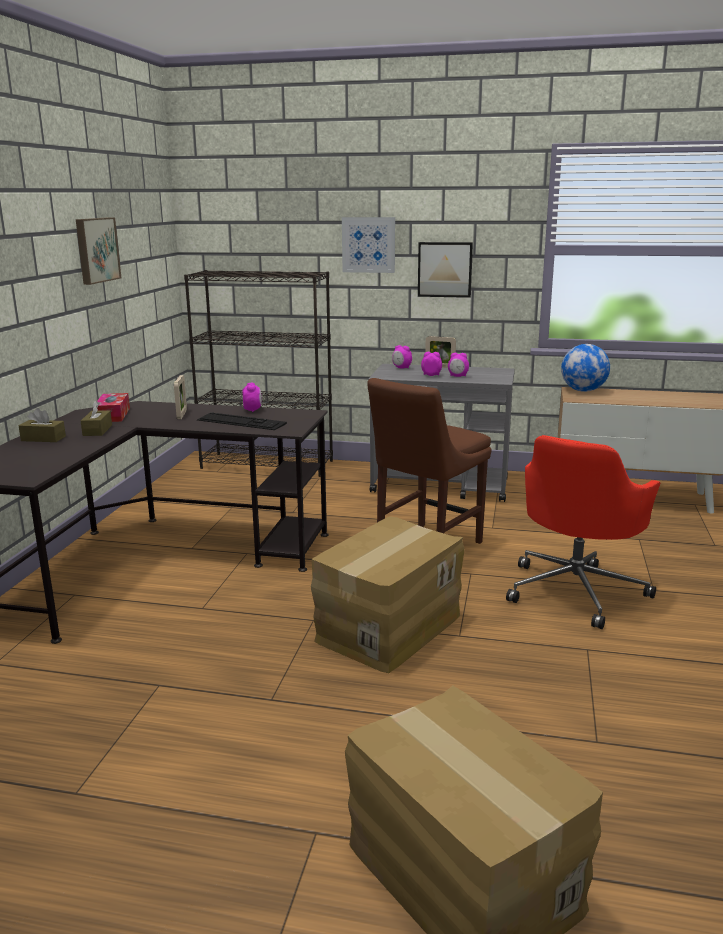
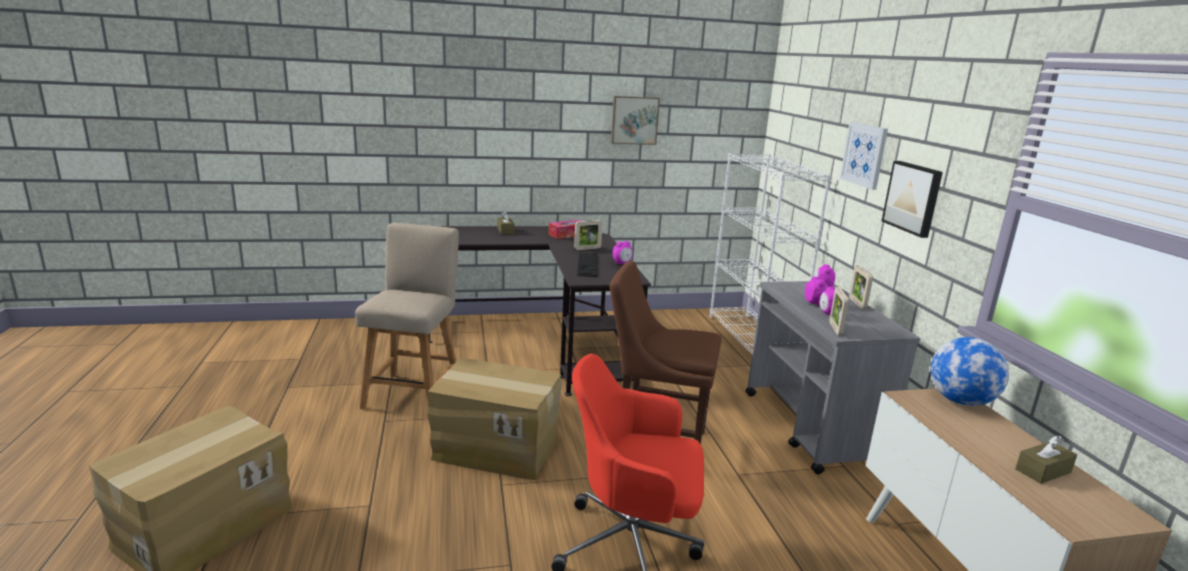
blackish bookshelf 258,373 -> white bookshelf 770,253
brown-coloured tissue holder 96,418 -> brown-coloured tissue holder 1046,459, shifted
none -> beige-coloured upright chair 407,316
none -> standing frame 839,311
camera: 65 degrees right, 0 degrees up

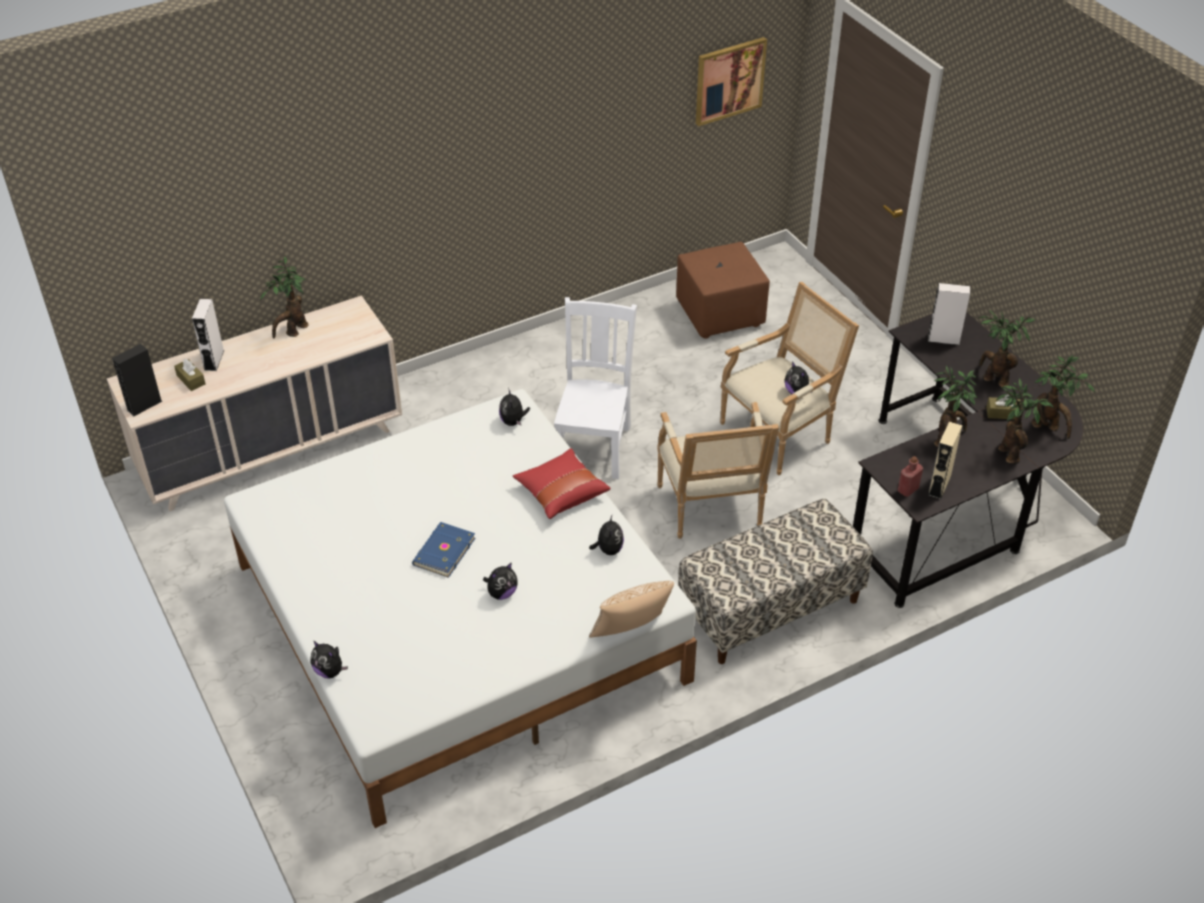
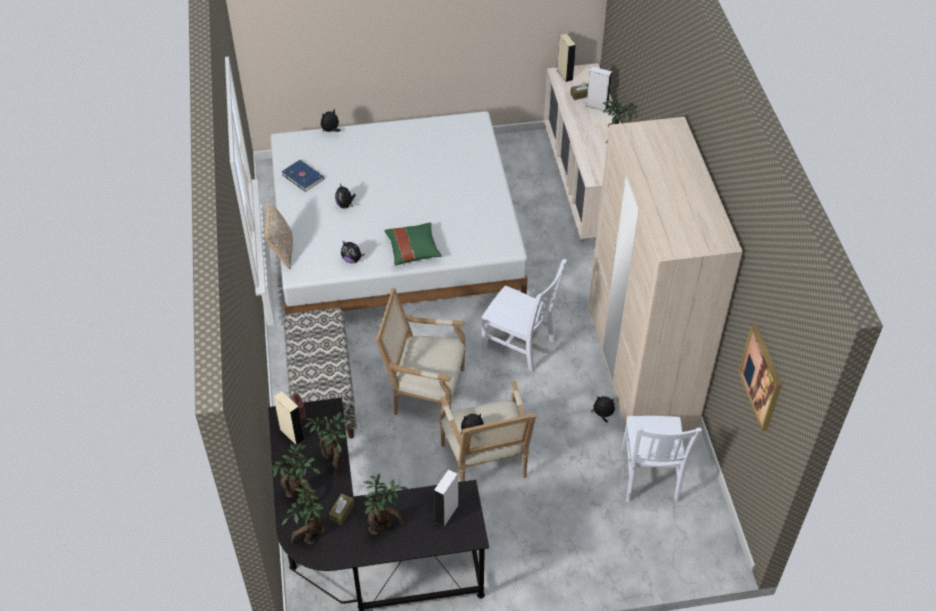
brown-coloured pouffe 723,290 -> white upright chair 661,459
blackish audio speaker 137,380 -> beige-coloured audio speaker 566,57
soft toy 514,407 -> soft toy 603,409, shifted
reddish throw pillow 562,483 -> greenish throw pillow 413,244
bluish book 443,550 -> bluish book 302,176, shifted
none -> beige-coloured clothes cupboard 665,274
camera: 110 degrees right, 5 degrees up

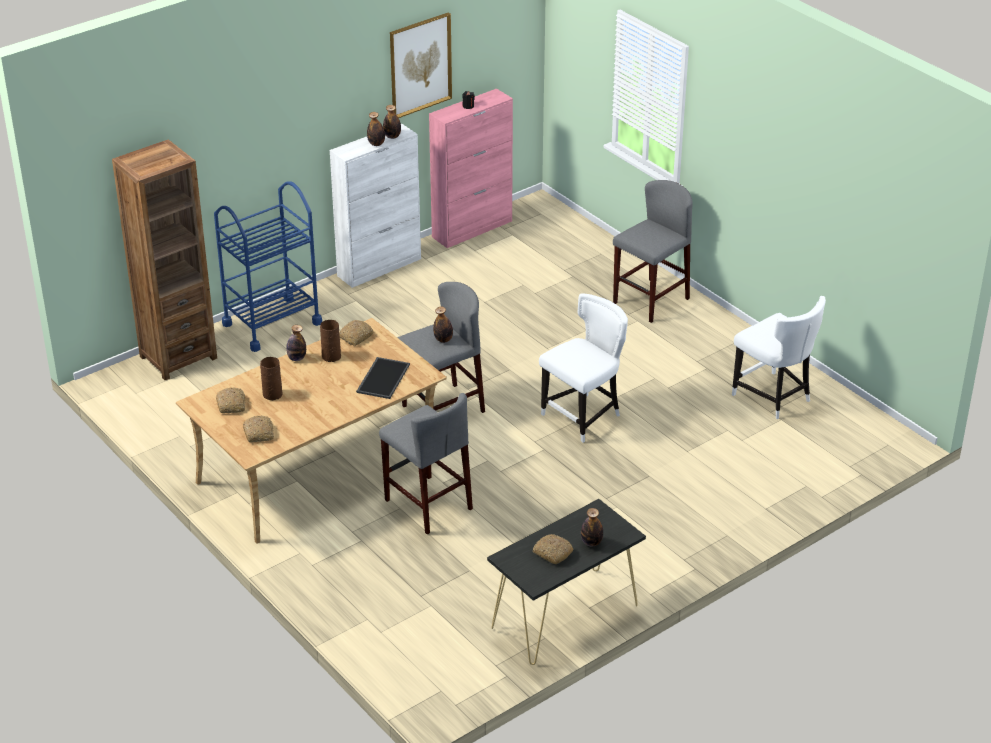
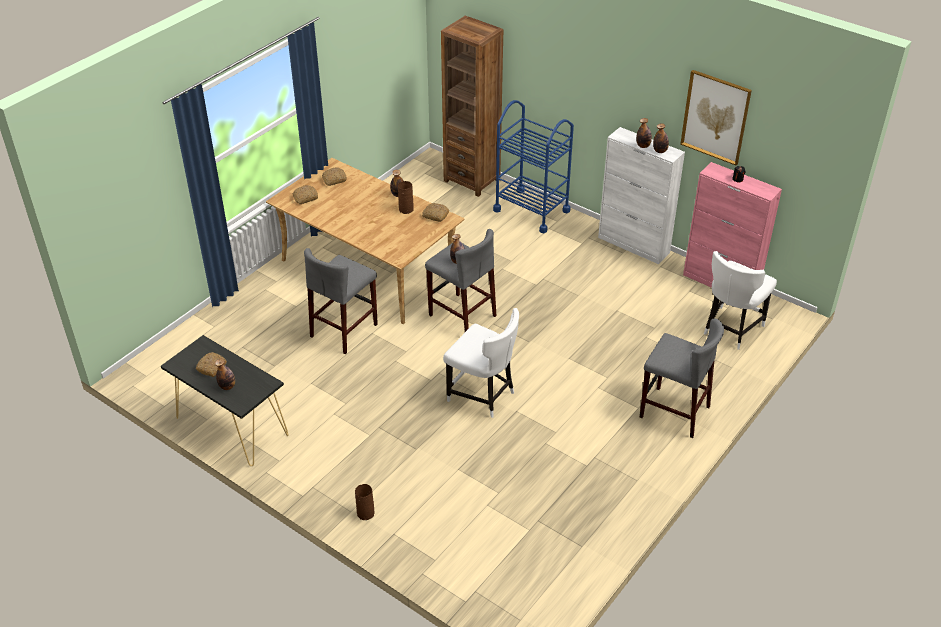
white upright chair 779,357 -> white upright chair 740,300, shifted
brown-coloured decorative vase 271,378 -> brown-coloured decorative vase 365,502, shifted
serving tray 383,378 -> none
camera: 75 degrees right, 5 degrees up

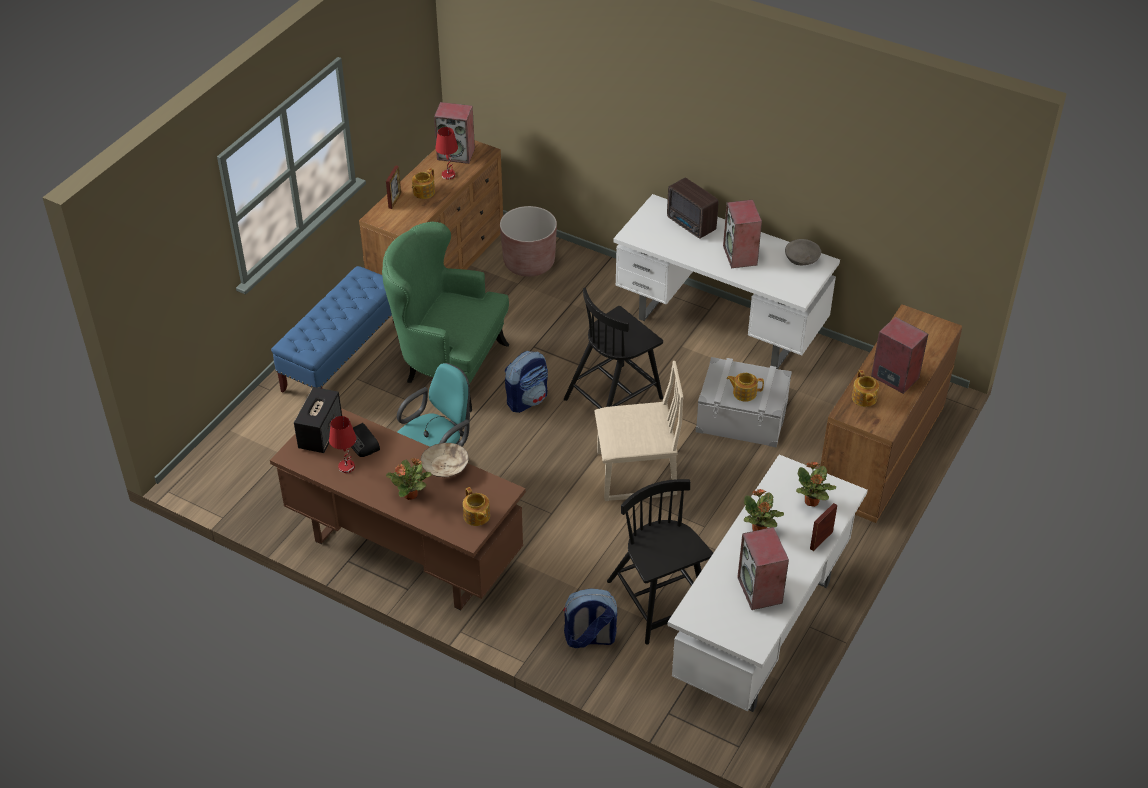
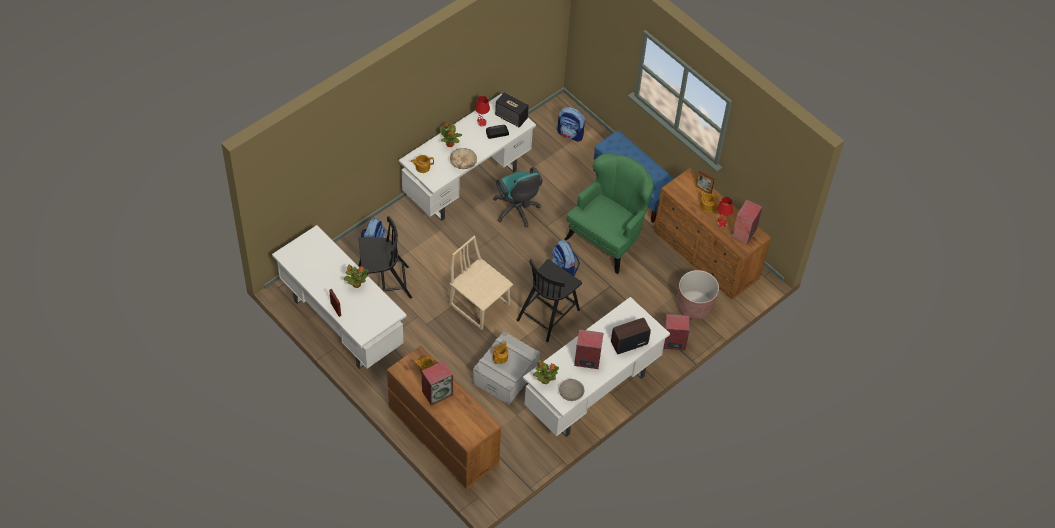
blackish upright chair 613,348 -> blackish upright chair 549,300, 120 degrees counterclockwise
beige-coloured upright chair 639,431 -> beige-coloured upright chair 481,283, 120 degrees clockwise
brown-coloured desk 398,509 -> white desk 467,157
plant in a pot 816,484 -> plant in a pot 546,372, shifted
audio speaker 763,568 -> audio speaker 676,332, shifted
none -> rucksack 571,124
camera: 105 degrees right, 10 degrees up

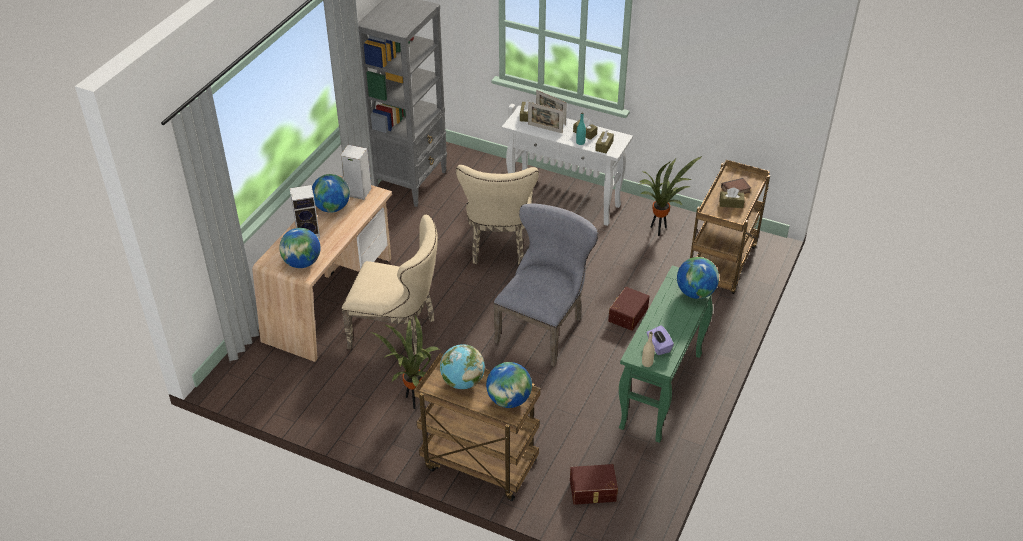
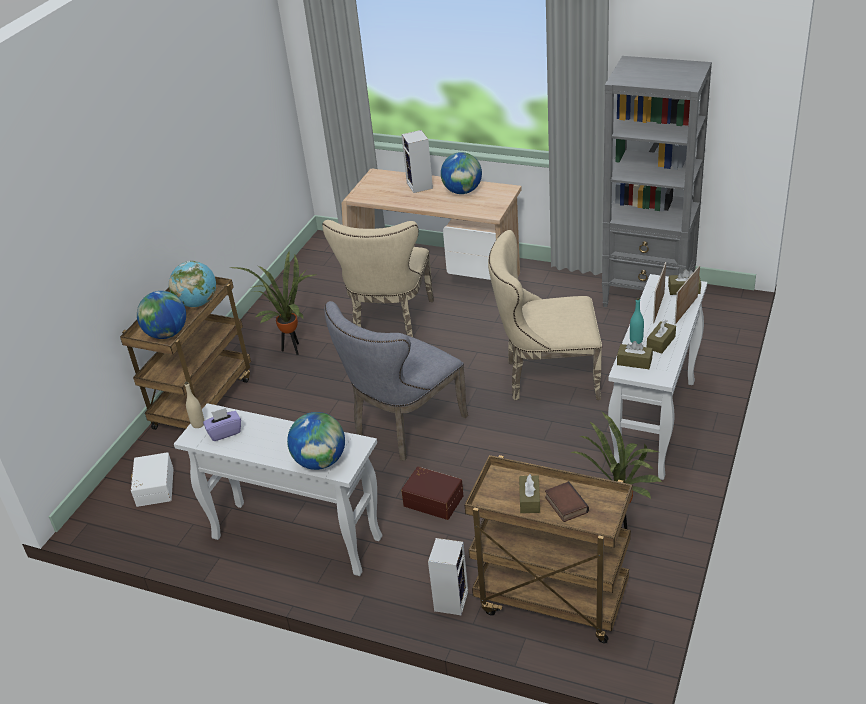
audio speaker 355,172 -> audio speaker 448,577, shifted
greyish upright chair 545,285 -> greyish upright chair 396,381, 105 degrees clockwise
desk globe 299,248 -> none
greenish narrow table 666,354 -> white narrow table 278,489
brown-coloured storage box 594,484 -> white storage box 152,479
camera: 90 degrees right, 5 degrees down

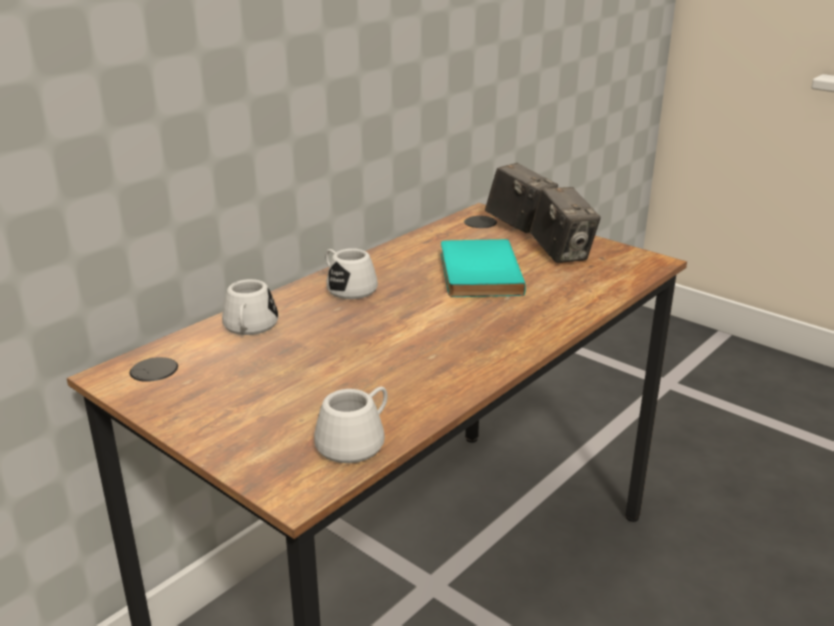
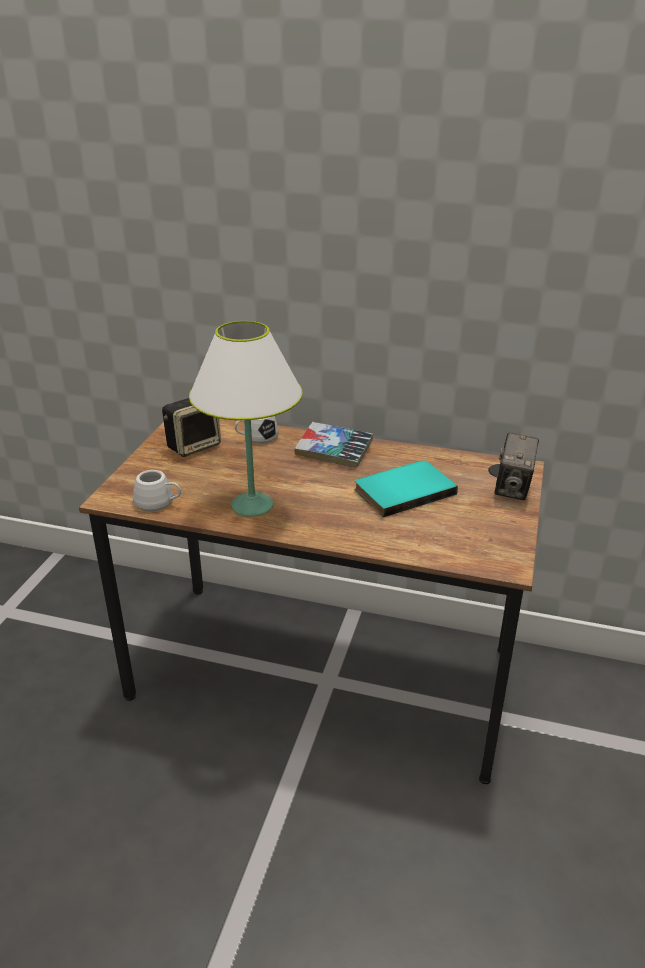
still camera 565,225 -> none
white tea mug 352,273 -> book 333,444
none -> white table lamp 246,419
none -> audio speaker 191,427
camera: 65 degrees right, 5 degrees up

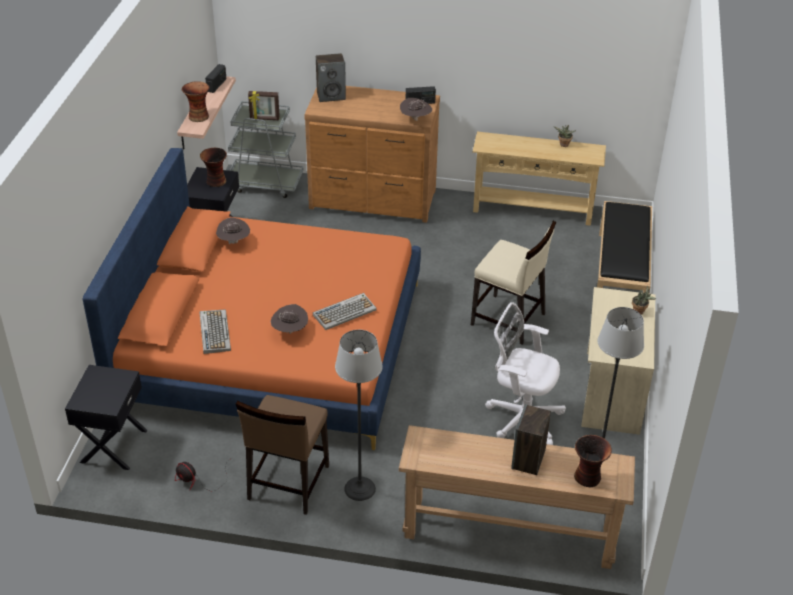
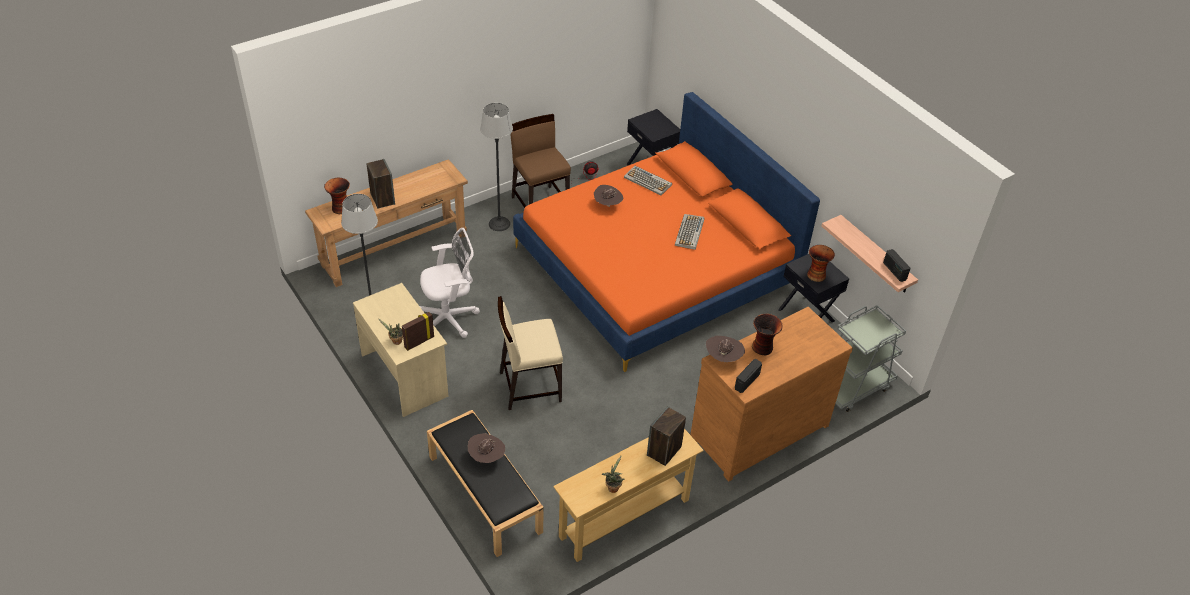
audio speaker 331,77 -> audio speaker 666,436, shifted
decorative vase 196,101 -> decorative vase 767,334, shifted
standing frame 264,105 -> standing frame 418,331, shifted
brown-coloured hat 233,230 -> brown-coloured hat 486,448, shifted
computer keyboard 345,311 -> computer keyboard 689,232, shifted
camera: 135 degrees right, 5 degrees up

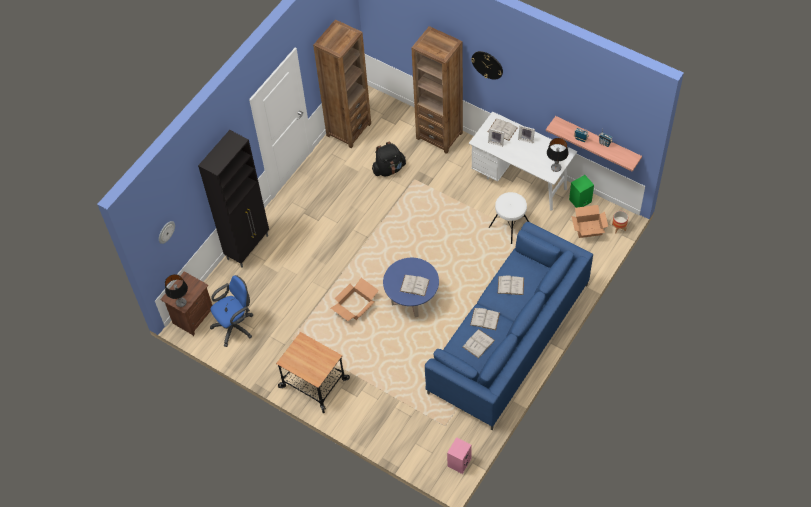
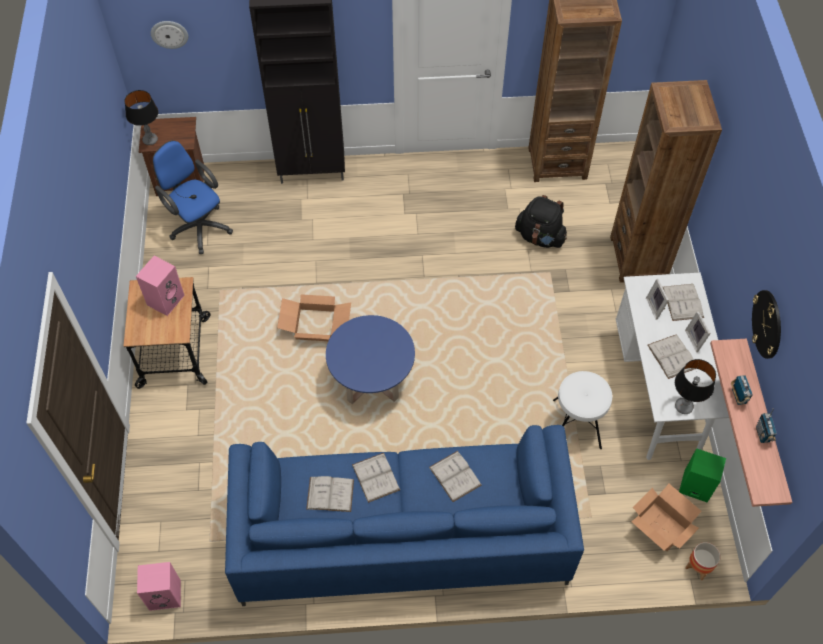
clock on the wall 487,65 -> clock on the wall 766,324, shifted
bluish office chair 231,311 -> bluish office chair 193,197, 150 degrees counterclockwise
white book 414,285 -> white book 671,357, shifted
none -> pinkish audio speaker 160,286
camera: 50 degrees right, 0 degrees up

